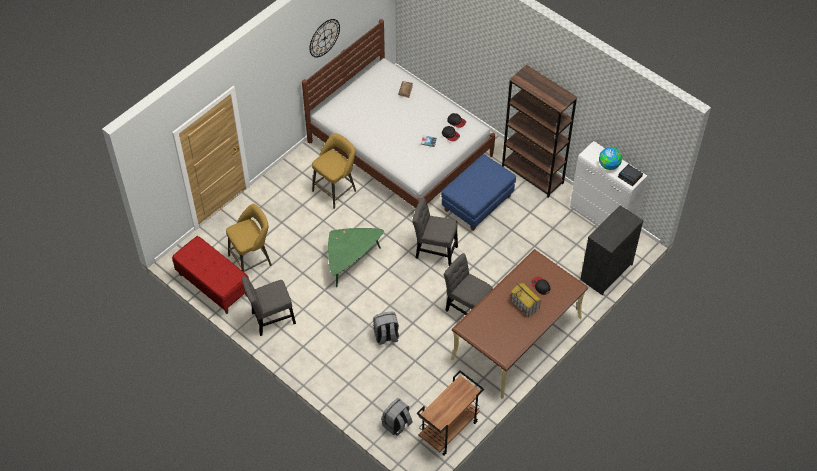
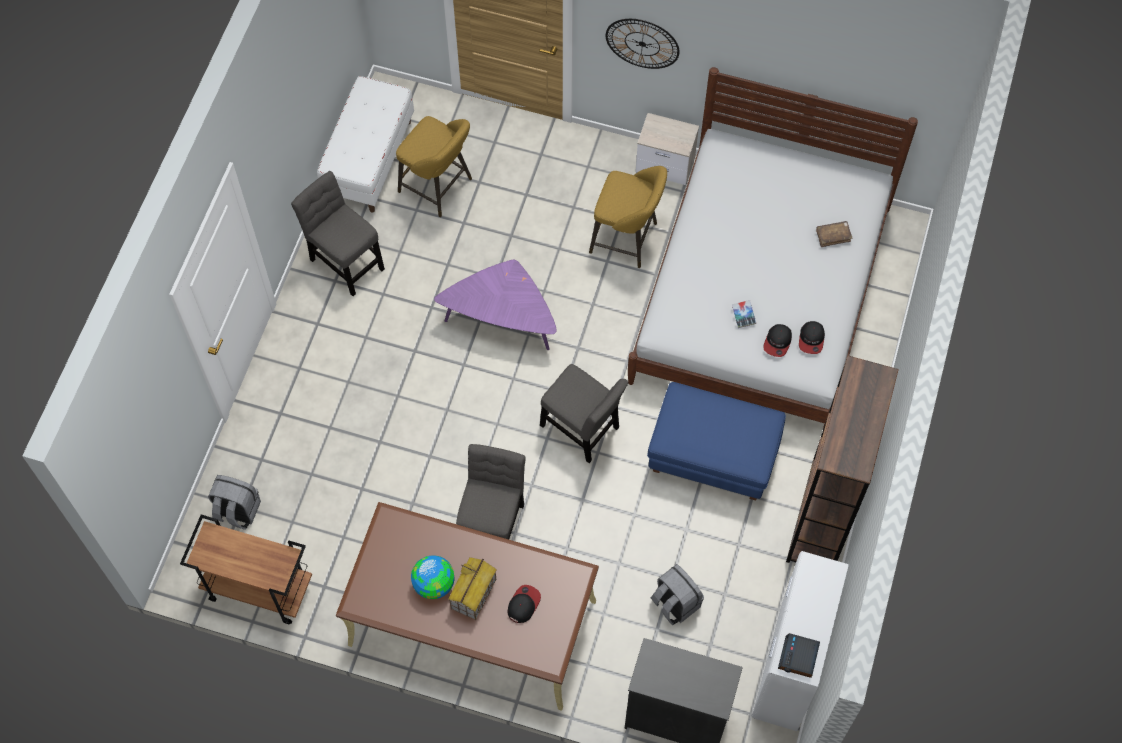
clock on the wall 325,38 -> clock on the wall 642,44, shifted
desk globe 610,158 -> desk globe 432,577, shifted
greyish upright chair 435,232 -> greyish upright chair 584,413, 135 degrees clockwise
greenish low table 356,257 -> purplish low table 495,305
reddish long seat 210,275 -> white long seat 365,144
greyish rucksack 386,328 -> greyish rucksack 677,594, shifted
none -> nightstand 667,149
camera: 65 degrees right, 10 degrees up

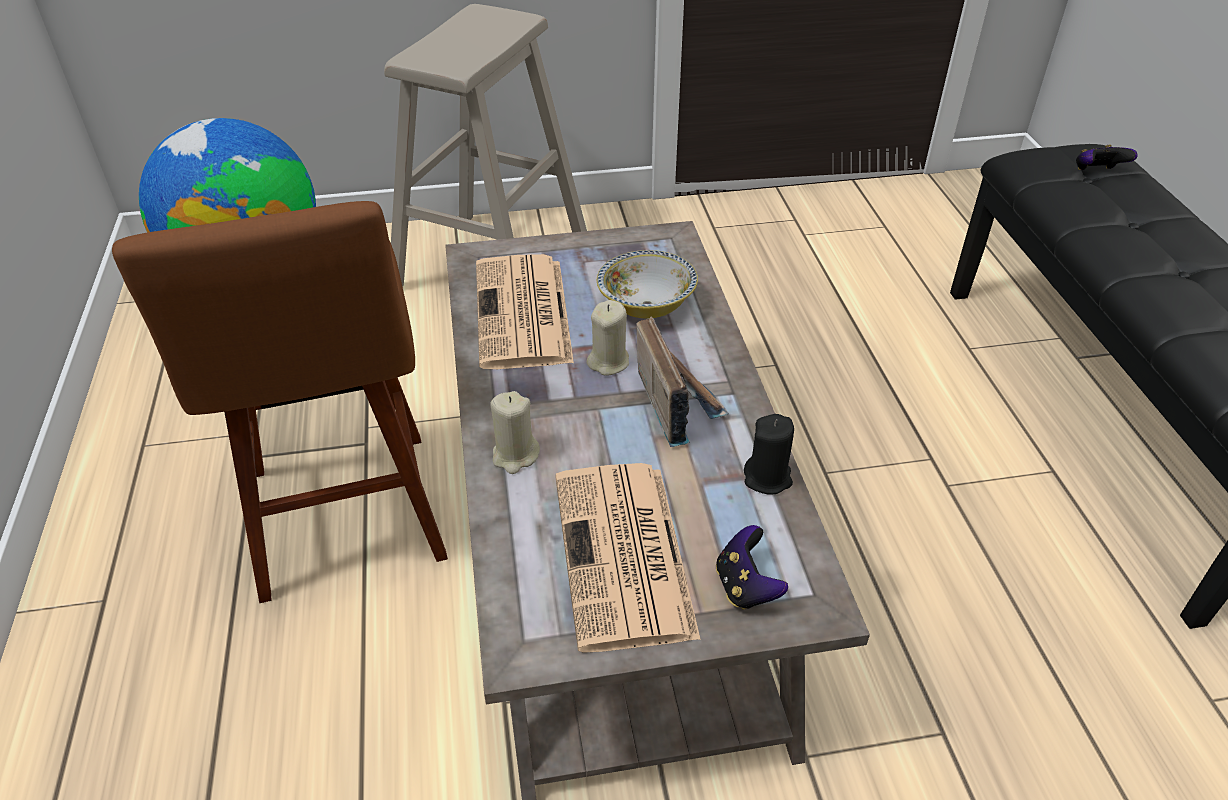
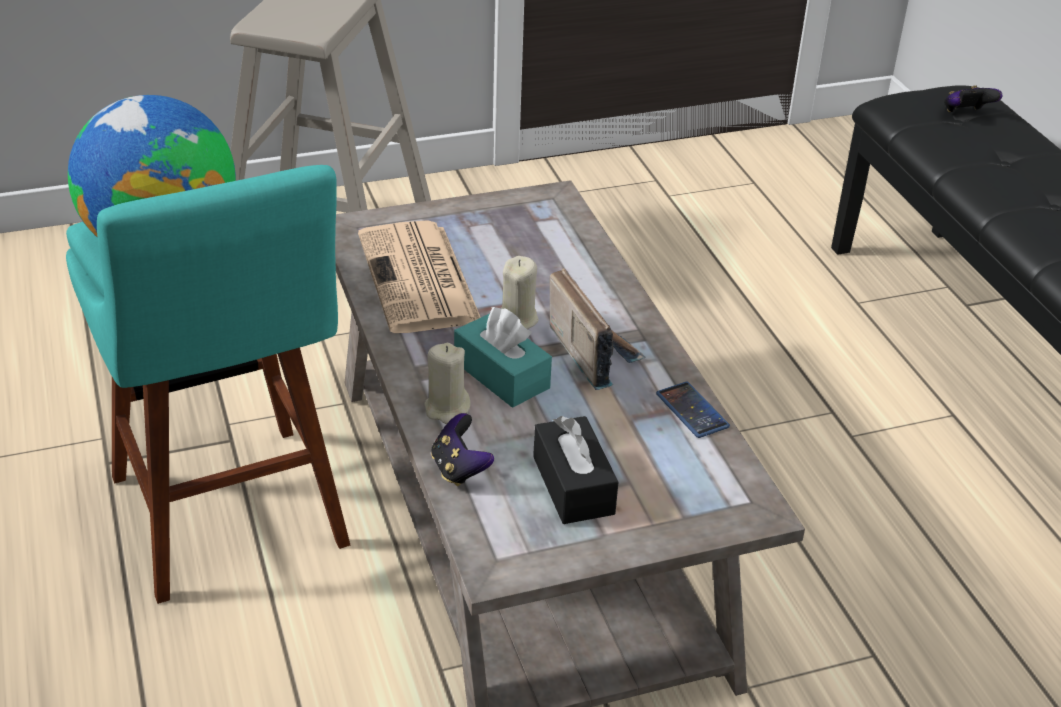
brown-coloured sitting stool 280,402 -> turquoise sitting stool 208,384
bowl 647,284 -> none
blackish candle 769,454 -> handset 693,410
newspaper 628,558 -> blackish tissue holder 575,470
gamepad 752,567 -> gamepad 462,449, shifted
none -> turquoise tissue holder 503,357
camera: 10 degrees left, 5 degrees down

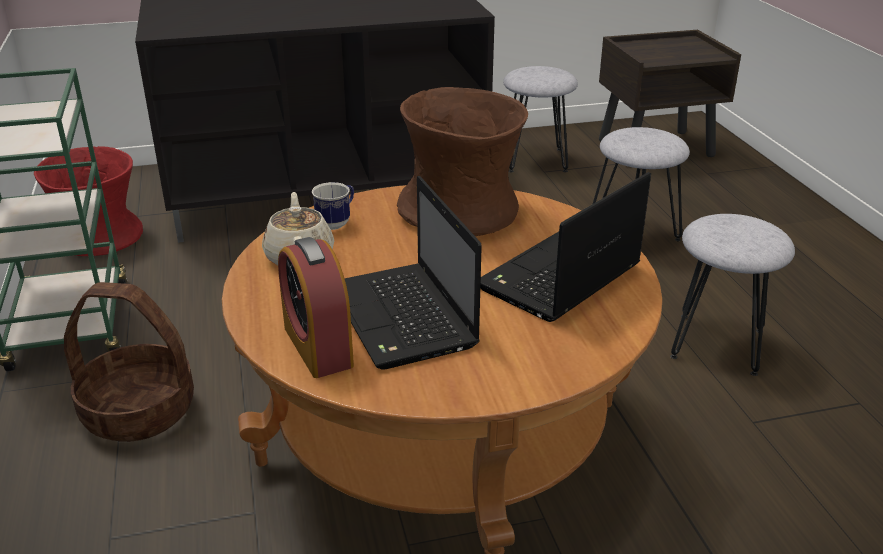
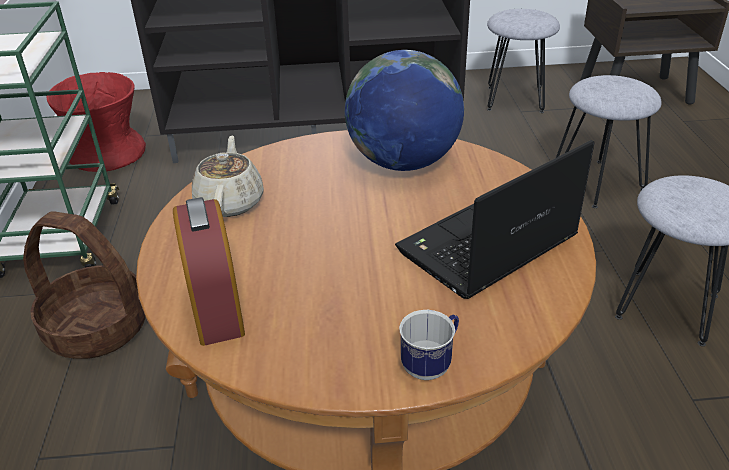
brown-coloured decorative vase 462,161 -> desk globe 404,110
laptop 413,273 -> none
tea mug 333,206 -> tea mug 429,345, shifted
camera: 10 degrees right, 5 degrees up

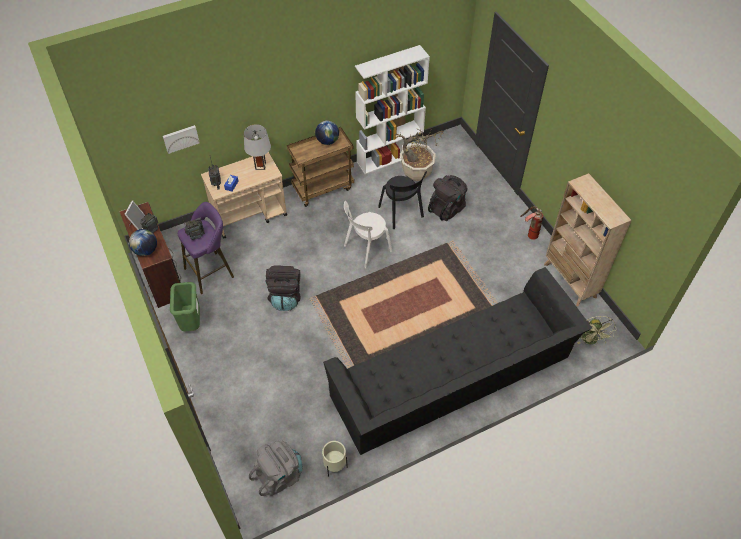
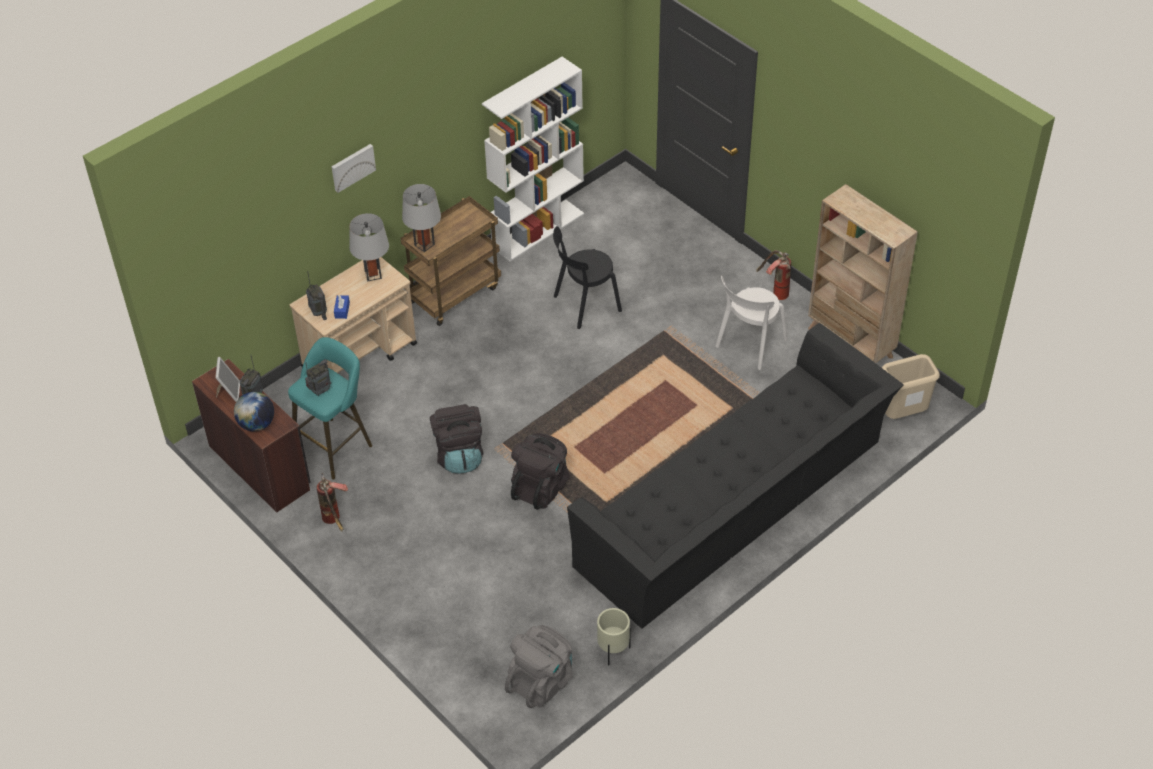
desk globe 327,133 -> none
wall art 181,139 -> wall art 353,168, shifted
plant in a pot 419,154 -> none
blackish upright chair 402,200 -> blackish upright chair 587,277, 105 degrees clockwise
blackish rucksack 448,198 -> blackish rucksack 540,471, shifted
white upright chair 368,234 -> white upright chair 751,323, shifted
purplish sitting stool 205,248 -> turquoise sitting stool 330,408
greenish rubbish bin 185,306 -> fire extinguisher 332,502
greenish electric fan 597,331 -> beige-coloured rubbish bin 911,386
none -> greyish table lamp 421,218
camera: 15 degrees left, 5 degrees down

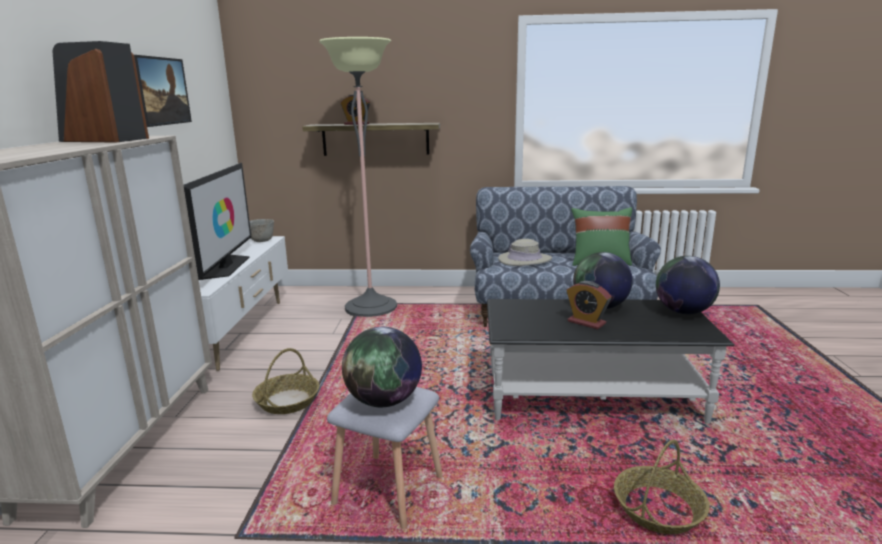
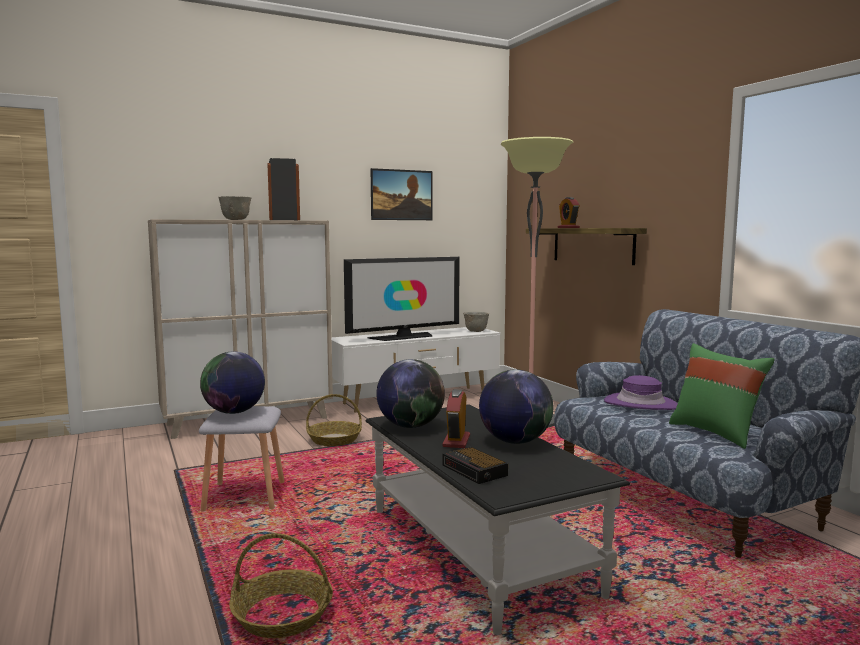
beige-coloured hat 525,252 -> purplish hat 641,392
desk globe 688,285 -> desk globe 410,393, shifted
none -> greyish bowl 235,208
none -> bedside clock 475,465
camera: 60 degrees right, 10 degrees down

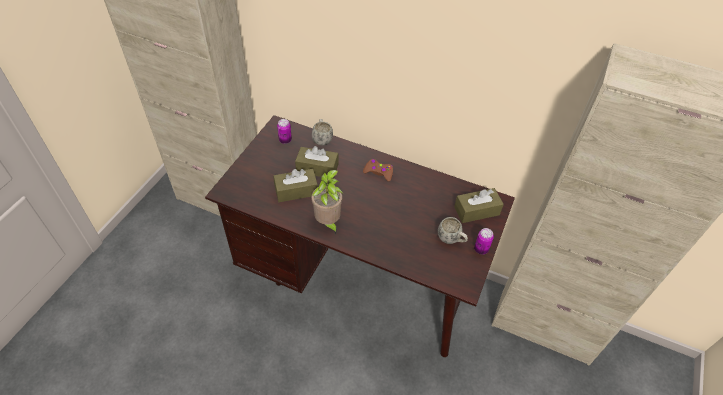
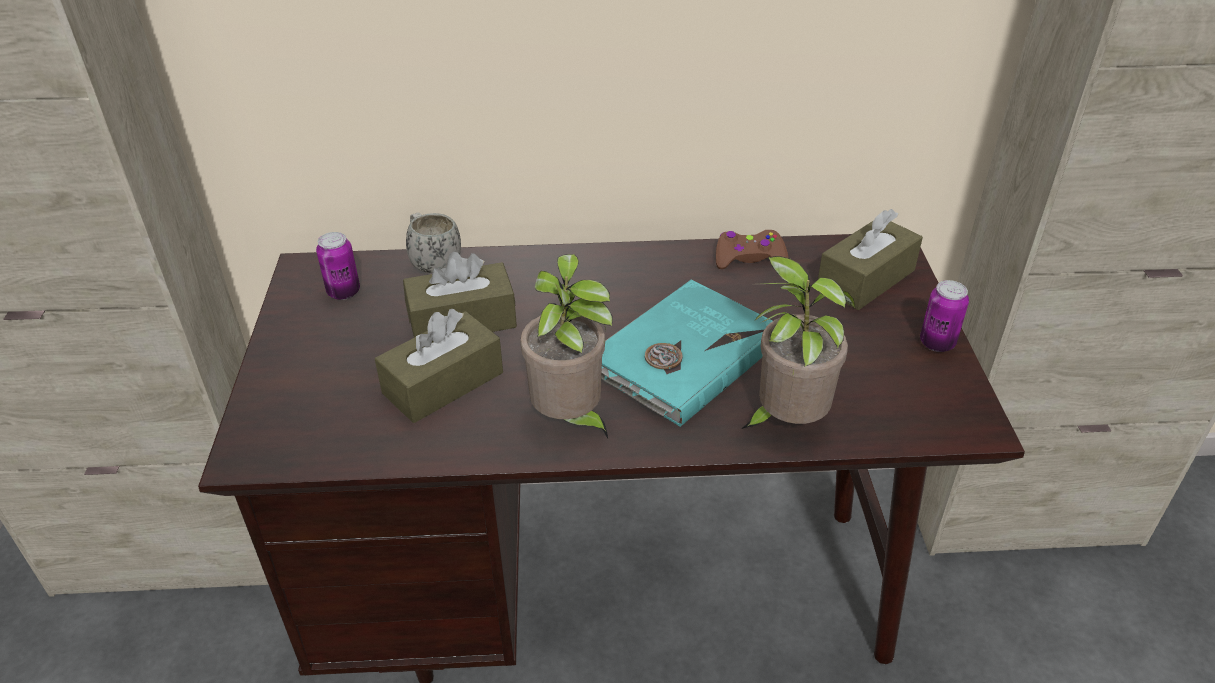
brown-coloured gamepad 378,170 -> brown-coloured gamepad 752,249, shifted
white tea mug 453,230 -> none
none -> plant in a pot 798,342
none -> turquoise book 687,353
camera: 25 degrees left, 10 degrees down

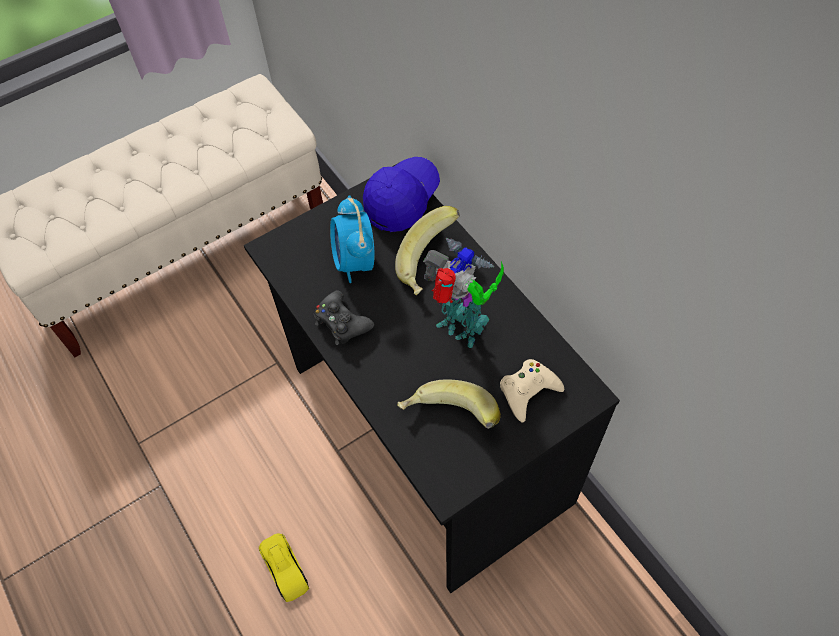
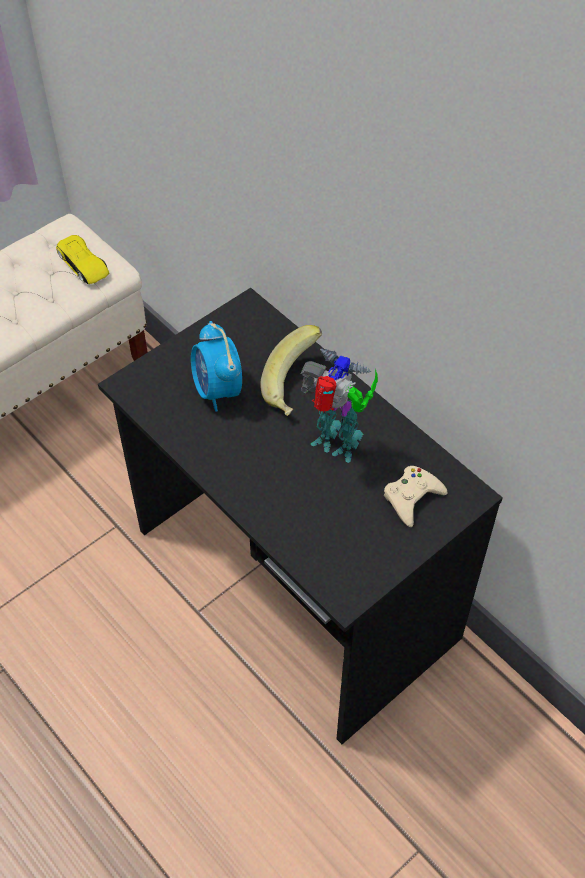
bluish peaked cap 401,194 -> none
blackish gamepad 344,317 -> none
banana fruit 449,404 -> none
yellow-coloured model car 284,567 -> yellow-coloured model car 83,259, shifted
camera: 10 degrees left, 5 degrees down

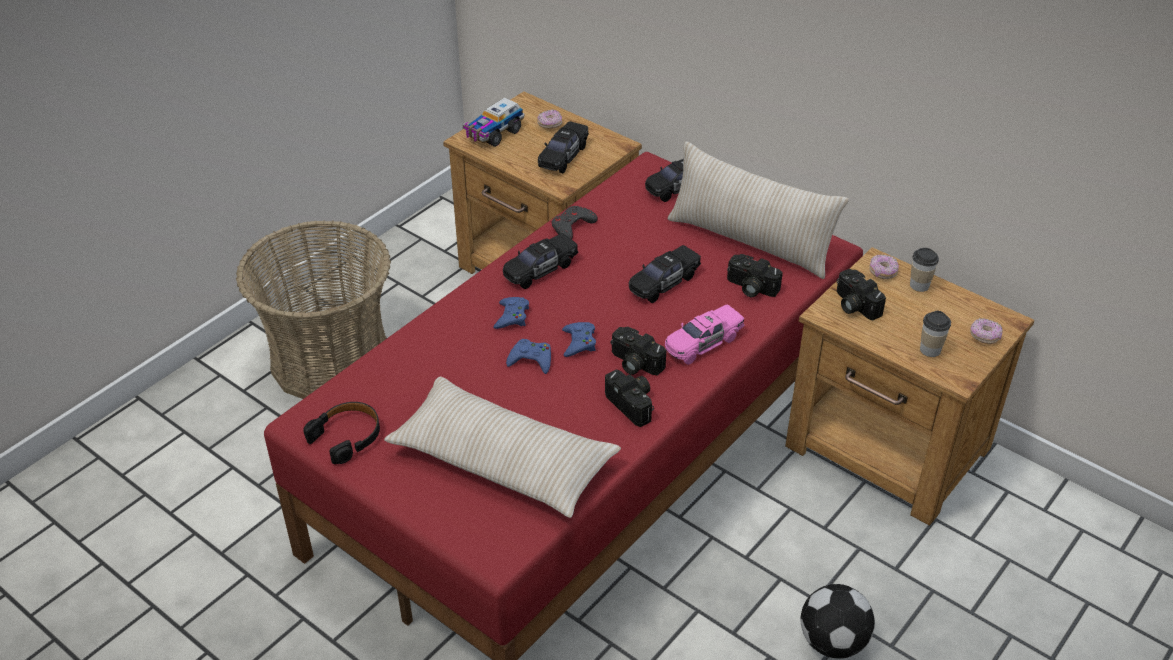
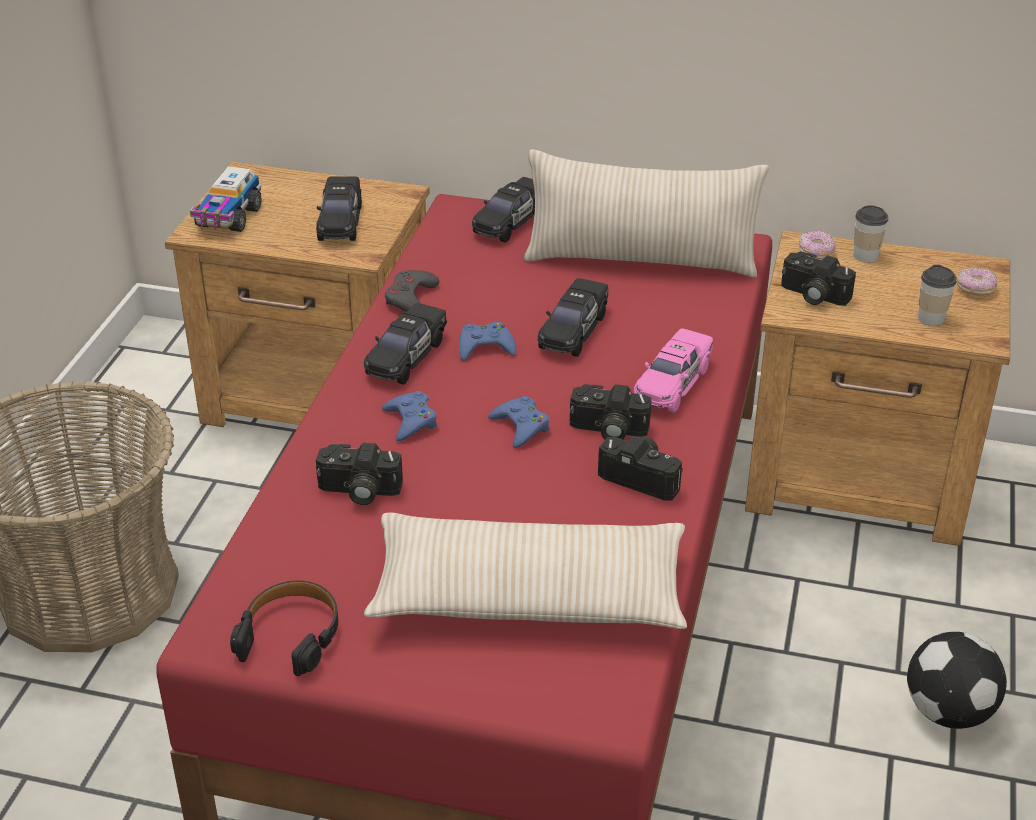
doughnut 549,119 -> none
still camera 755,275 -> still camera 359,474, shifted
bluish gamepad 528,356 -> bluish gamepad 488,341, shifted
camera: 25 degrees left, 5 degrees down

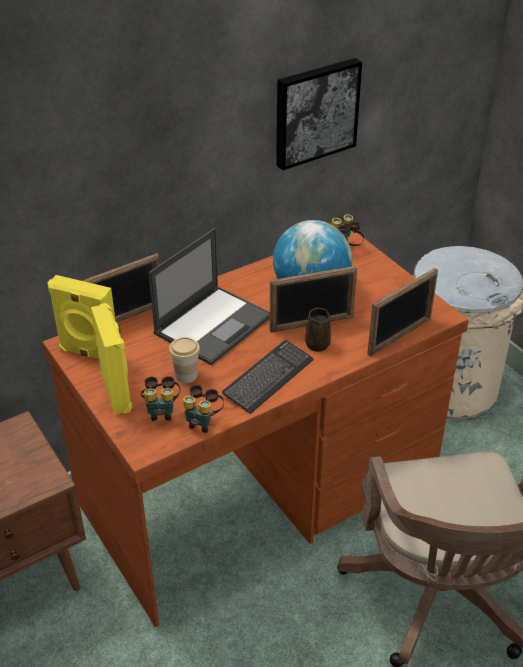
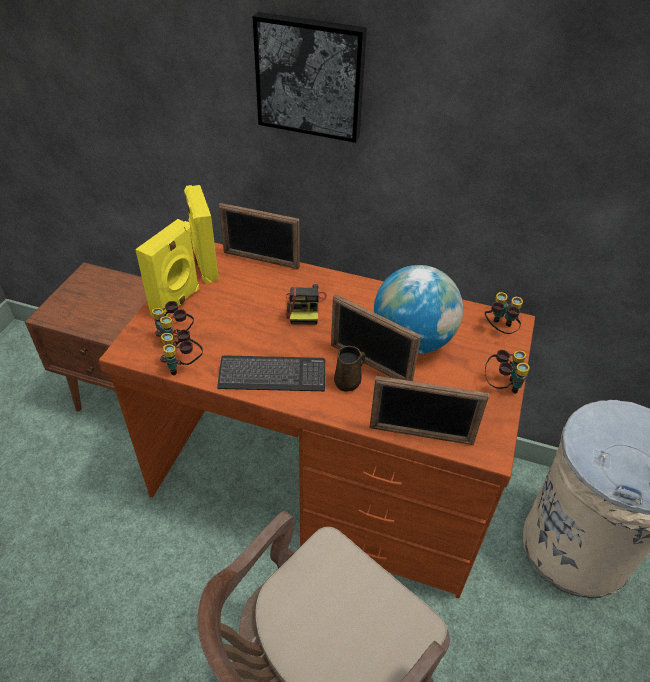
wall art 319,114 -> wall art 310,77, shifted
laptop 209,296 -> still camera 306,304
cup 184,360 -> none
none -> binoculars 507,372
camera: 50 degrees right, 5 degrees up

